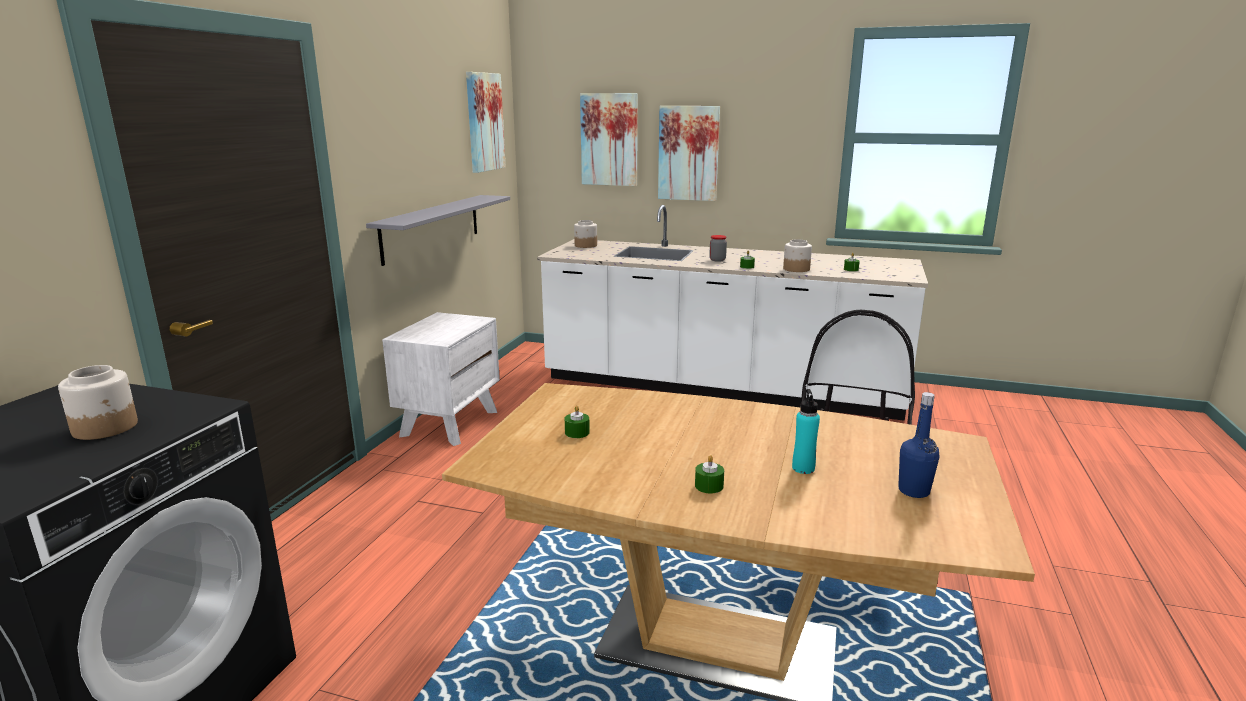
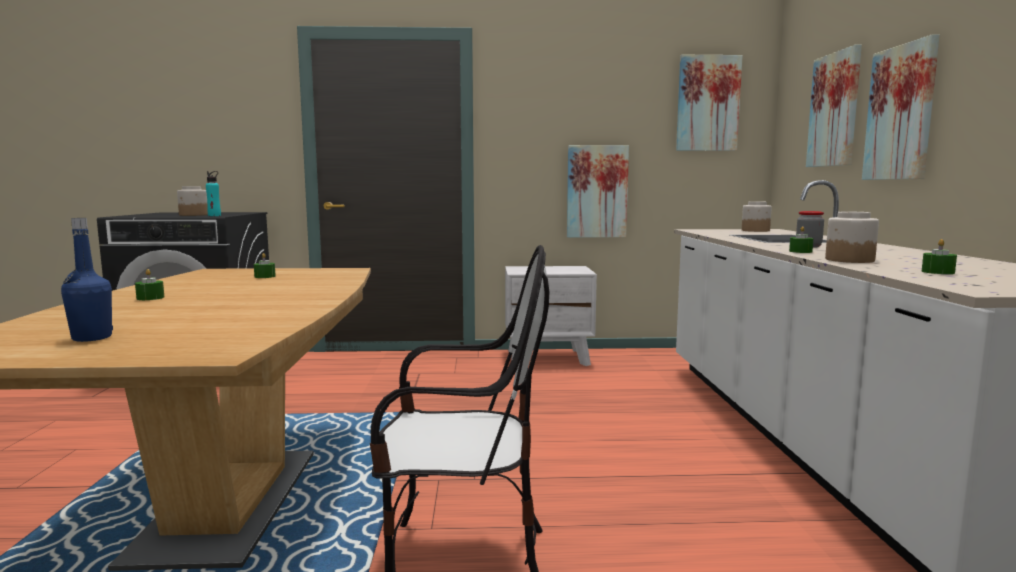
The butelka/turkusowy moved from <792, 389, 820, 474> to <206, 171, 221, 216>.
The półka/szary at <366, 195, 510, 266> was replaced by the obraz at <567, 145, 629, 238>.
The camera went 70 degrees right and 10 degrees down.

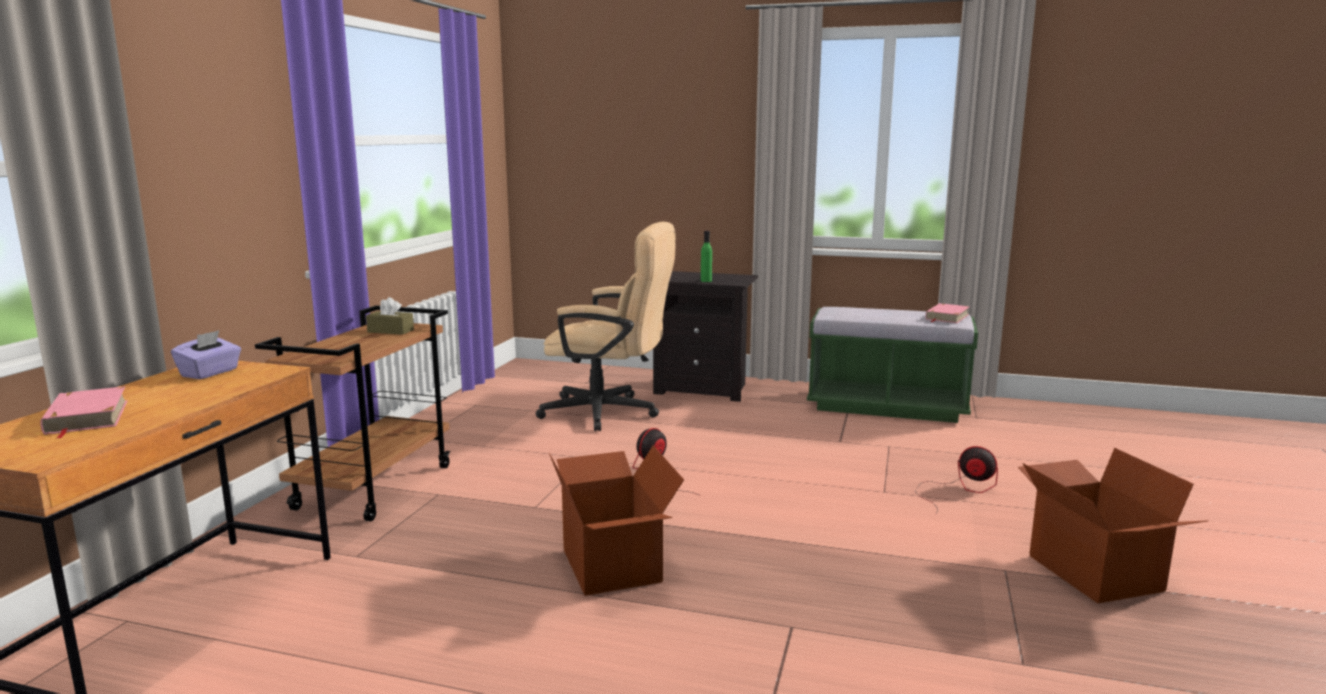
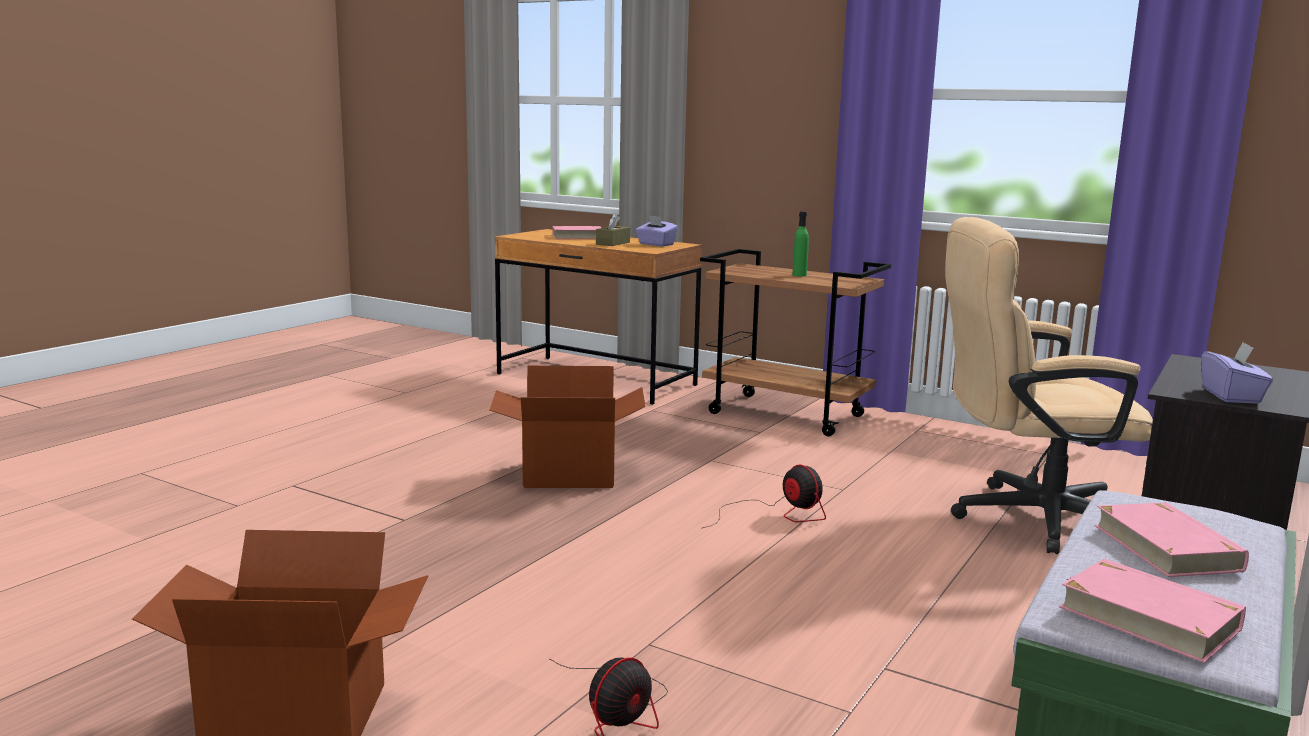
The pudełko chusteczek/brązowy moved from <366, 297, 414, 335> to <596, 213, 630, 246>.
The butelka/zielony moved from <701, 231, 712, 282> to <792, 211, 809, 277>.
The krzesło biurowe/beżowy at <536, 222, 676, 431> turned 60 degrees clockwise.
The książka/różowy at <1094, 502, 1249, 577> appeared.
The pudełko chusteczek/fioletowy at <1201, 342, 1273, 404> appeared.
The camera went 105 degrees right and 0 degrees up.

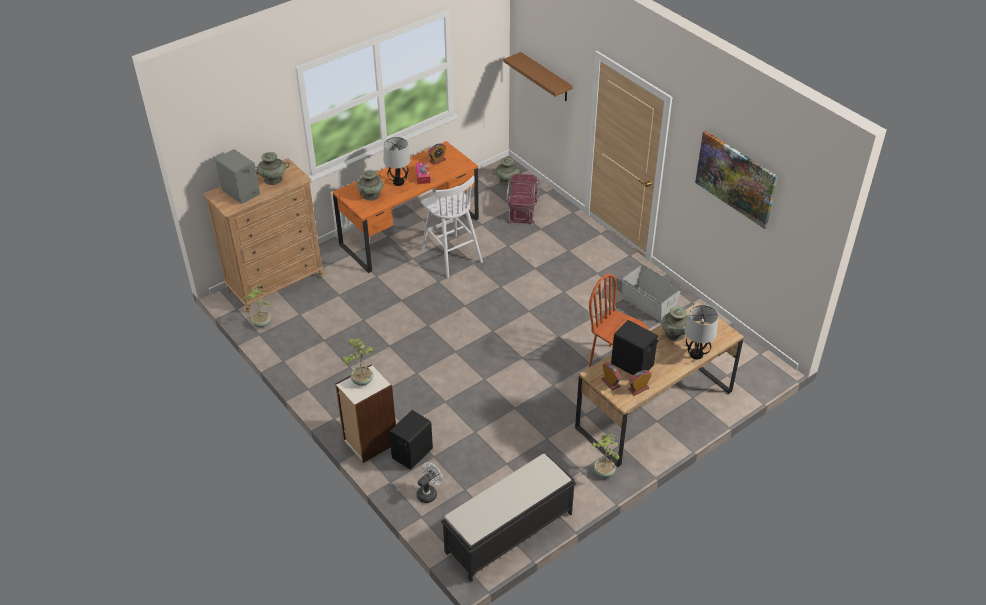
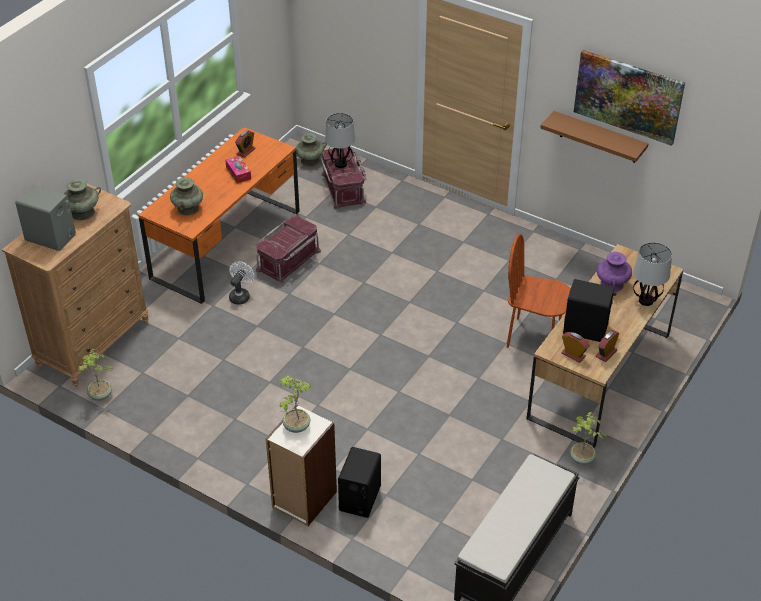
The wentylator/biały moved from <416, 462, 443, 503> to <229, 261, 254, 305>.
The stołek/biały at <421, 176, 483, 278> was replaced by the pojemnik do przechowywania/czerwony at <256, 216, 321, 284>.
The lampa stołowa moved from <384, 137, 410, 186> to <325, 113, 355, 168>.
The półka/brązowy moved from <503, 52, 573, 101> to <540, 111, 649, 163>.
The wazon/turkusowy at <661, 306, 688, 341> became the wazon/fioletowy at <597, 252, 632, 292>.
The pojemnik do przechowywania/szary at <622, 264, 681, 322> disappeared.
The camera went 20 degrees left and 0 degrees up.

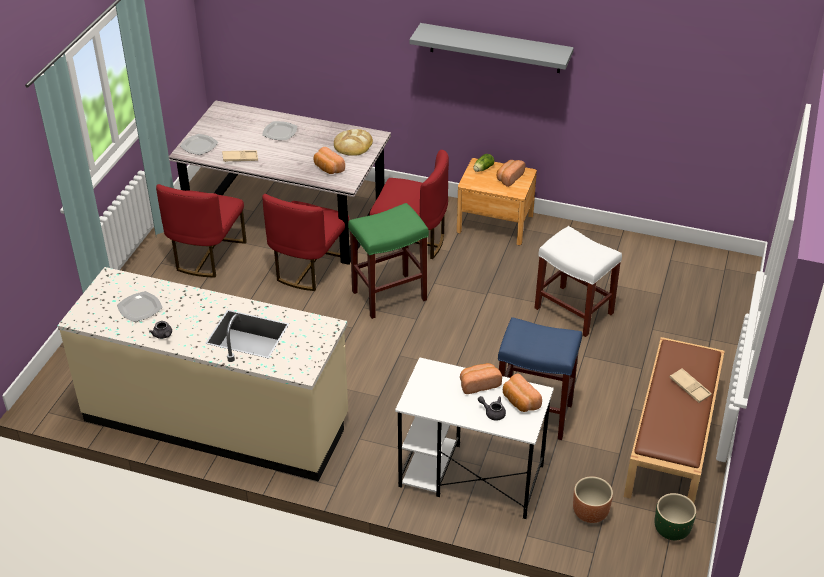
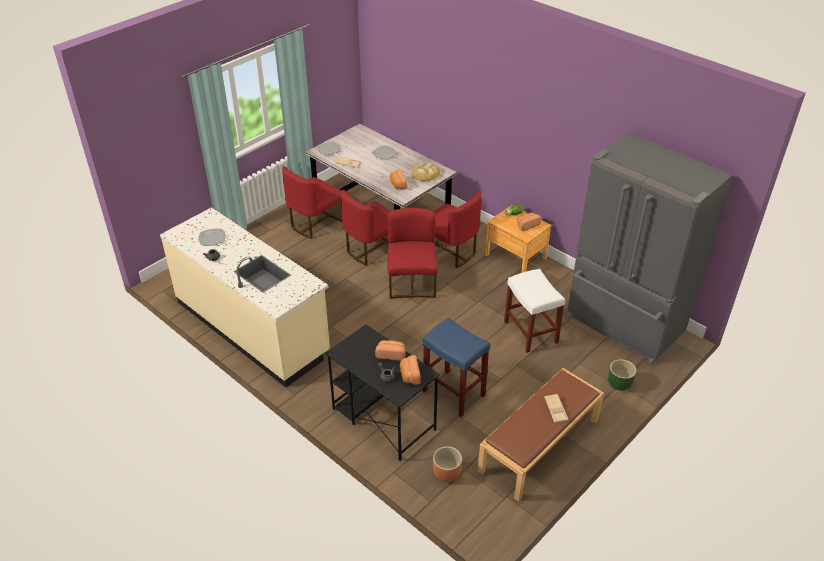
The biurko/biały at <395, 357, 554, 519> became the biurko/czarny at <325, 324, 440, 461>.
The stołek/zielony at <348, 203, 429, 319> was replaced by the krzesło/czerwony at <387, 208, 438, 299>.
The lodówka/szary at <566, 133, 732, 365> appeared.
The donica/zielony moved from <655, 493, 696, 540> to <608, 359, 636, 391>.
The półka/szary at <409, 23, 574, 73> disappeared.
The camera went 25 degrees right and 0 degrees up.

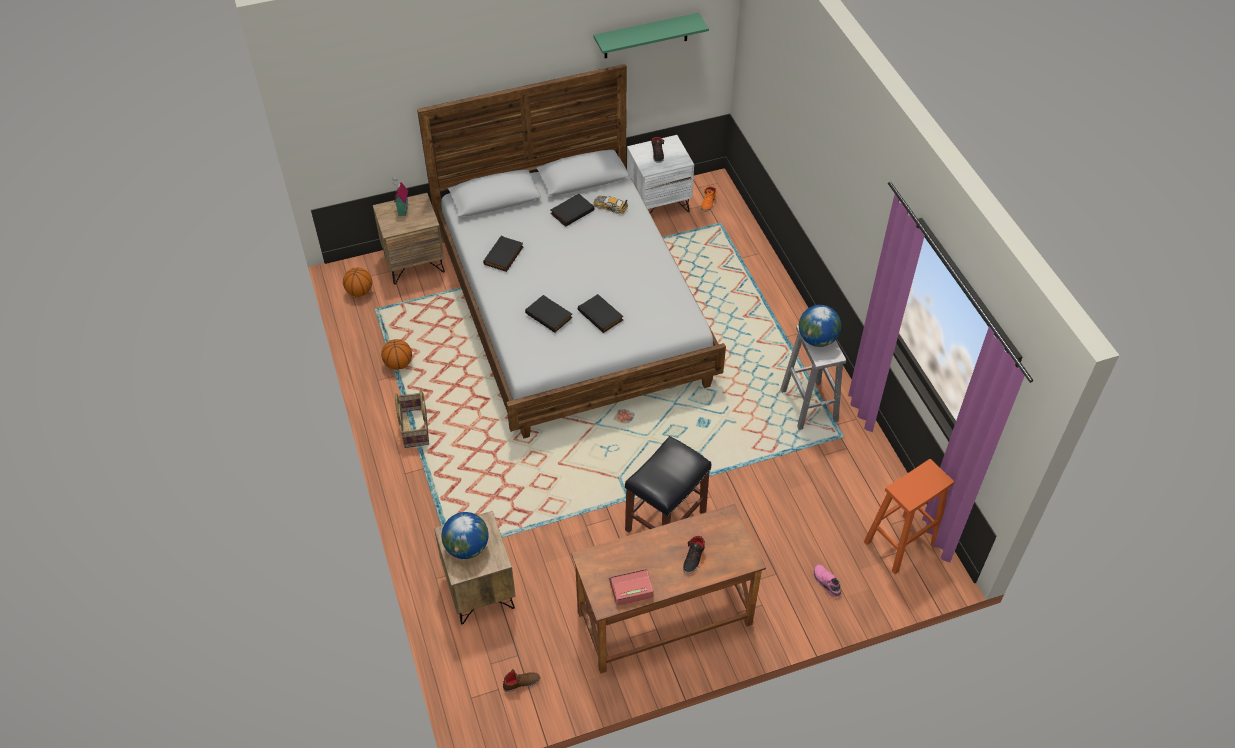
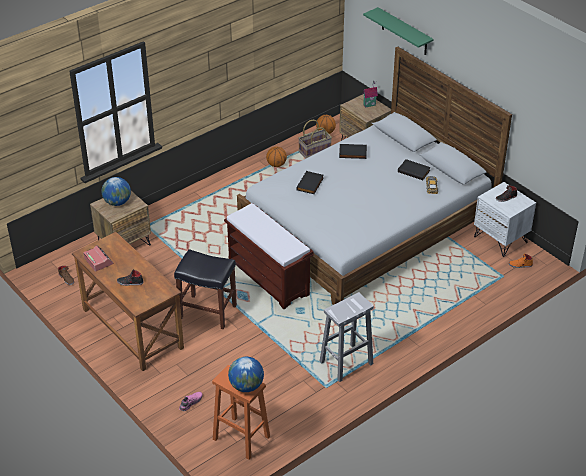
The ławka/brązowy at <224, 203, 314, 309> appeared.
The globus moved from <799, 305, 841, 347> to <228, 357, 264, 392>.
The koszyk moved from <395, 390, 429, 448> to <298, 119, 332, 159>.
The półka/zielony moved from <593, 13, 709, 58> to <363, 7, 434, 55>.
The książka/czarny at <578, 294, 623, 333> disappeared.
The camera went 70 degrees right and 10 degrees down.

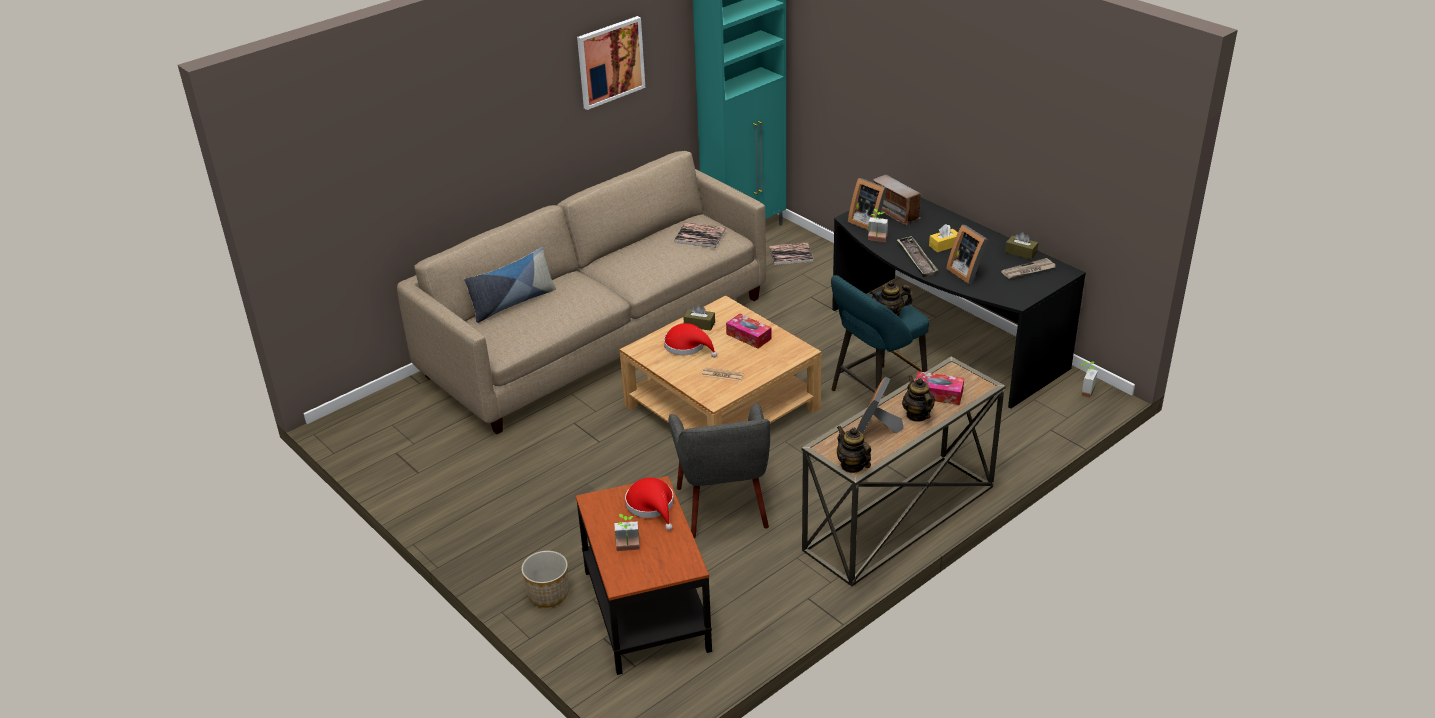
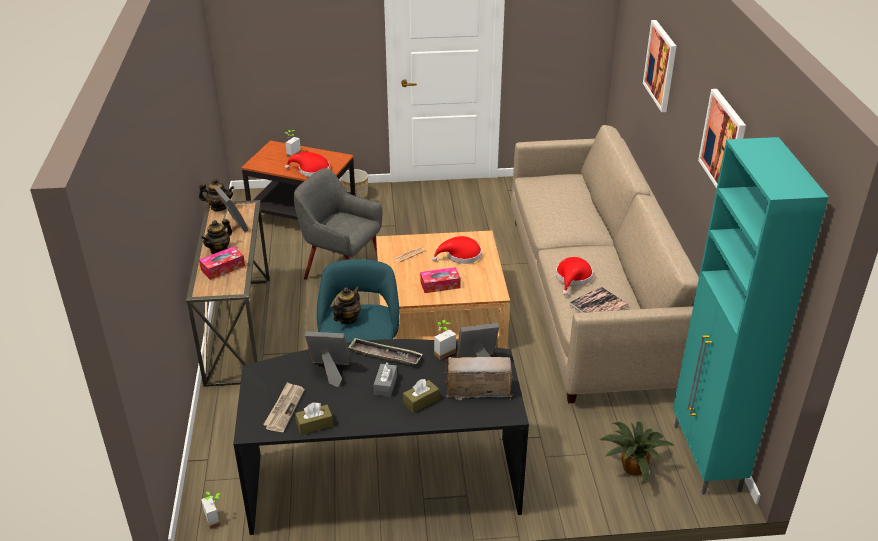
The imbryk at <902, 375, 935, 422> turned 105 degrees clockwise.
The pudełko chusteczek/żółty at <929, 224, 958, 252> became the pudełko chusteczek/szary at <374, 363, 397, 397>.
The pudełko chusteczek/brązowy moved from <683, 305, 715, 331> to <403, 379, 439, 413>.
The kapelusz/czerwony at <556, 257, 593, 296> appeared.
The książka at <769, 242, 814, 265> was replaced by the roślina doniczkowa at <600, 422, 675, 483>.
The obraz at <643, 20, 676, 112> appeared.
The poduszka at <464, 247, 556, 323> disappeared.
The camera went 125 degrees right and 0 degrees up.

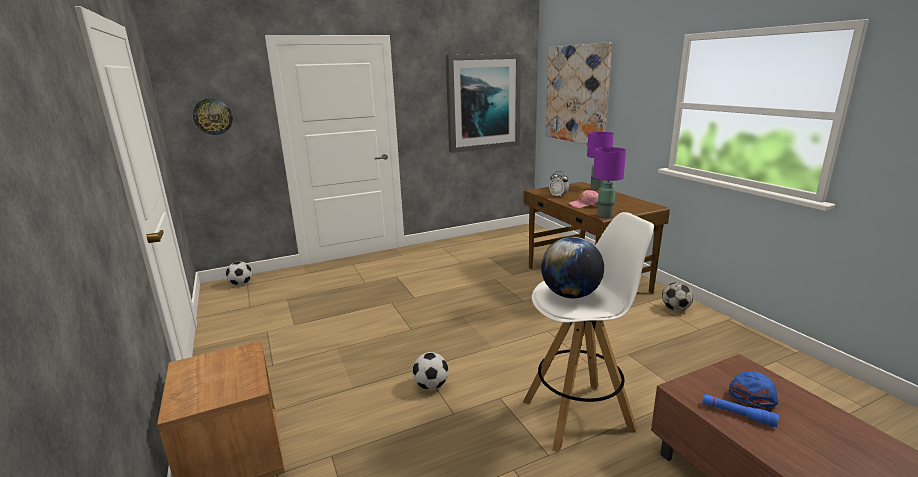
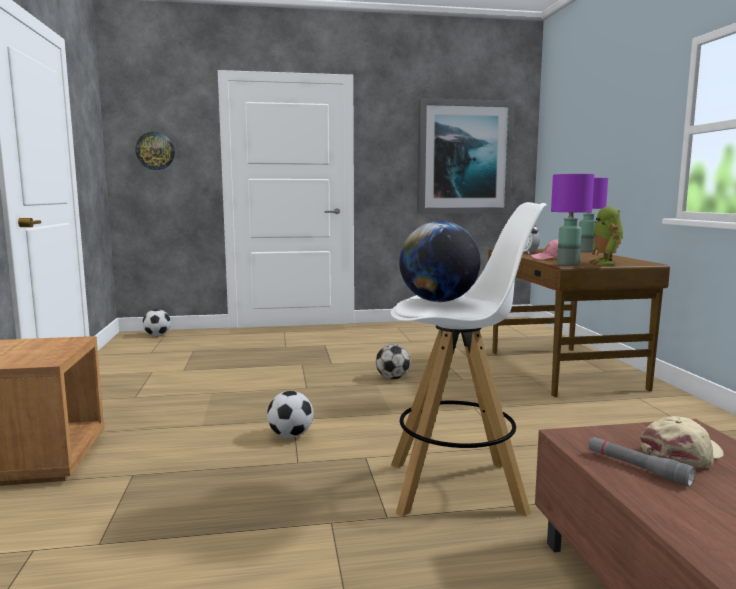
The piłka futbolowa moved from <662, 282, 693, 311> to <376, 344, 411, 379>.
The robot zabawkowy at <588, 207, 623, 265> appeared.
The latarka/niebieski at <702, 394, 779, 427> became the latarka/szary at <588, 437, 696, 487>.
The czapka z daszkiem/niebieski at <729, 371, 778, 408> became the czapka z daszkiem/beżowy at <640, 416, 724, 468>.
The obraz at <546, 42, 612, 145> disappeared.
The camera went 15 degrees right and 10 degrees down.

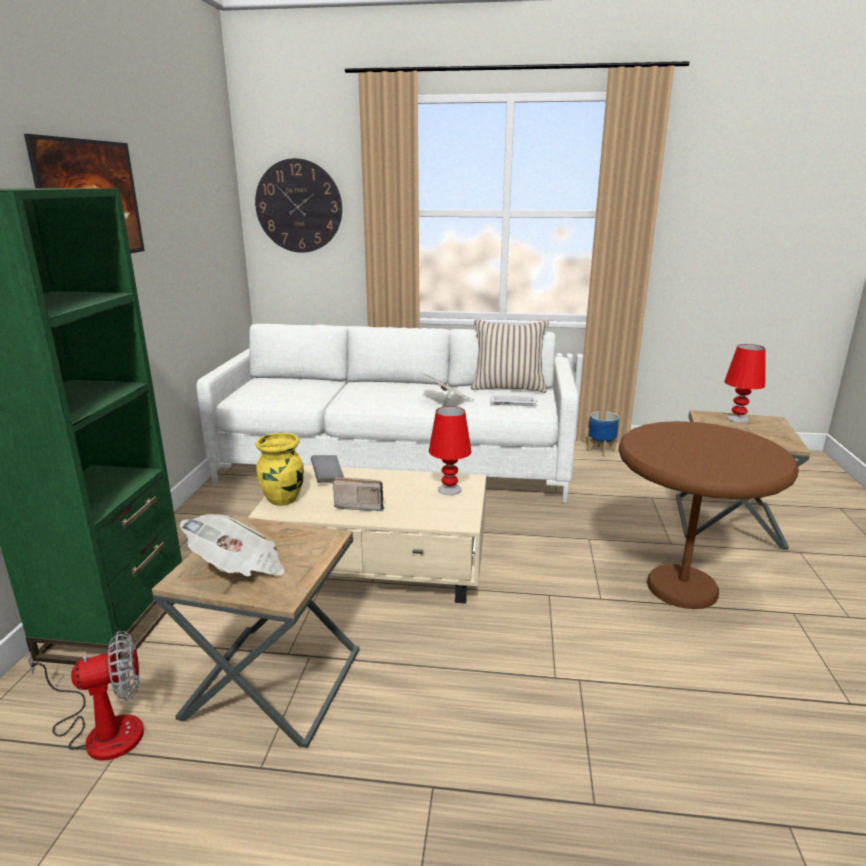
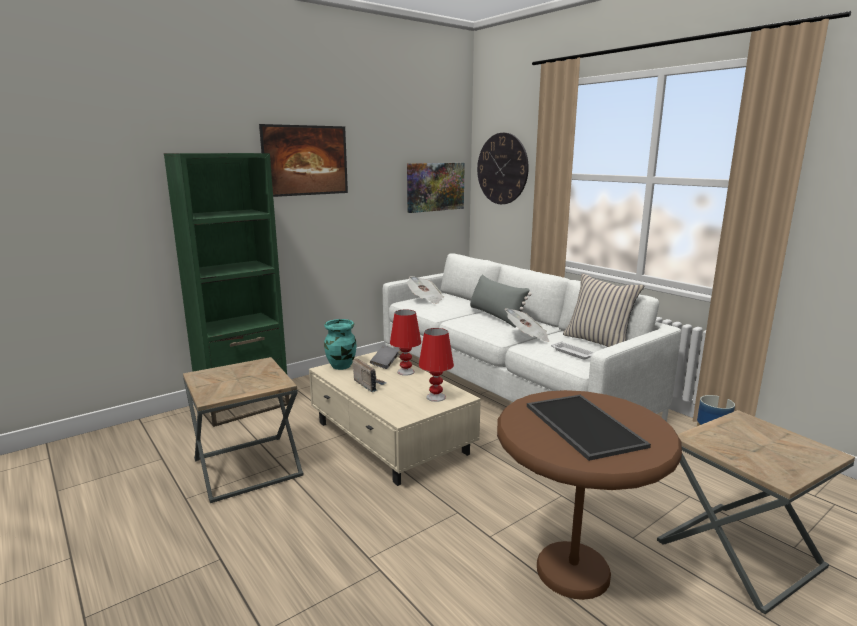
The wazon/żółty at <255, 433, 304, 506> became the wazon/turkusowy at <324, 319, 357, 370>.
The lampa stołowa/czerwony moved from <724, 344, 766, 423> to <390, 309, 421, 376>.
The obraz at <407, 163, 465, 213> appeared.
The gazeta moved from <180, 514, 285, 576> to <407, 276, 444, 304>.
The poduszka/szary at <470, 274, 532, 327> appeared.
The taca at <527, 395, 651, 461> appeared.
The wentylator at <28, 631, 144, 761> disappeared.
The camera went 45 degrees right and 5 degrees down.

